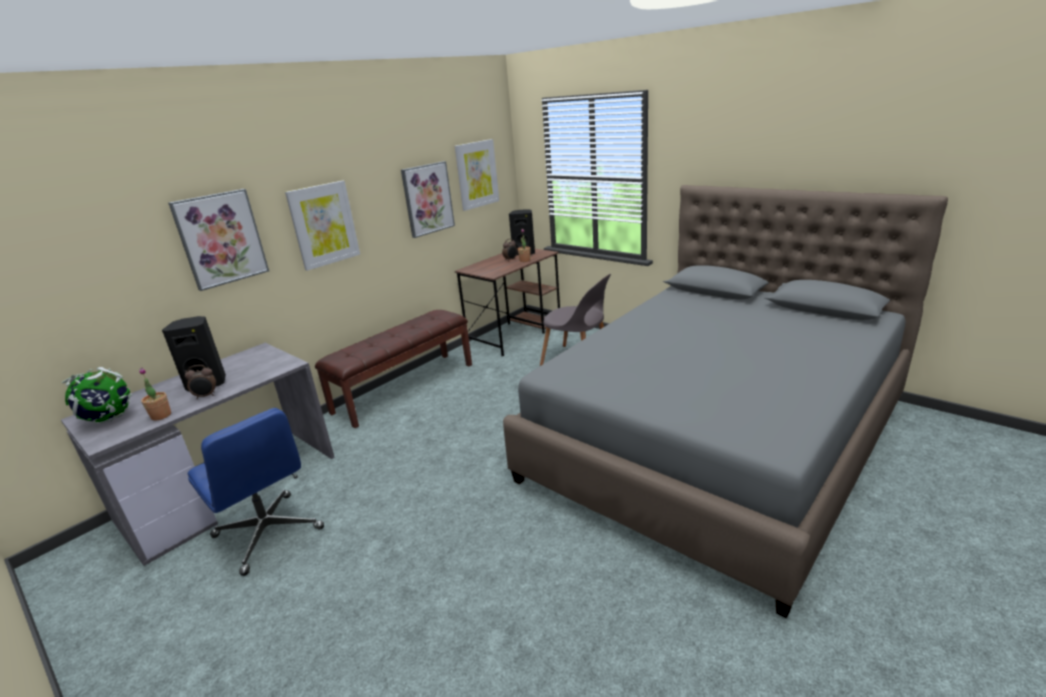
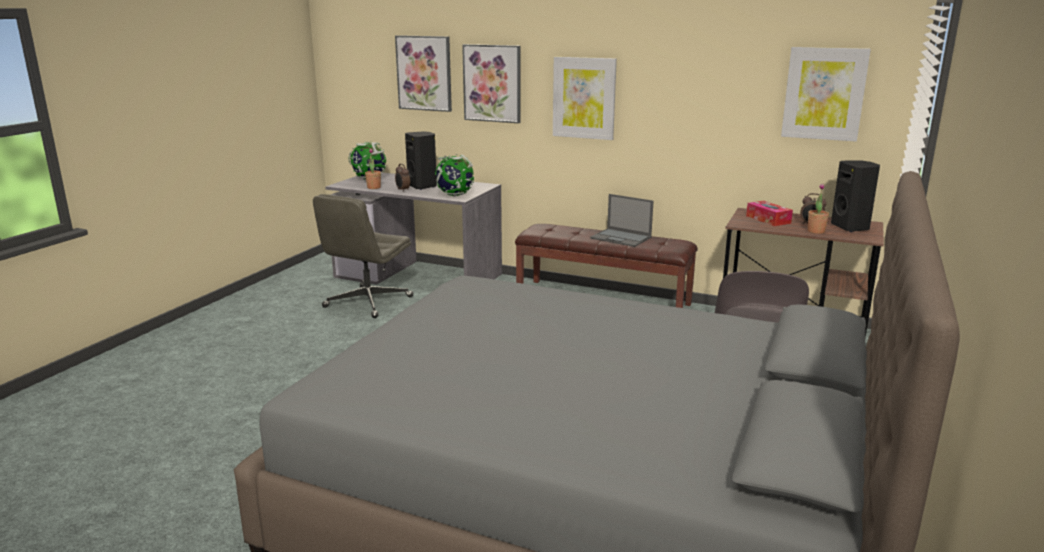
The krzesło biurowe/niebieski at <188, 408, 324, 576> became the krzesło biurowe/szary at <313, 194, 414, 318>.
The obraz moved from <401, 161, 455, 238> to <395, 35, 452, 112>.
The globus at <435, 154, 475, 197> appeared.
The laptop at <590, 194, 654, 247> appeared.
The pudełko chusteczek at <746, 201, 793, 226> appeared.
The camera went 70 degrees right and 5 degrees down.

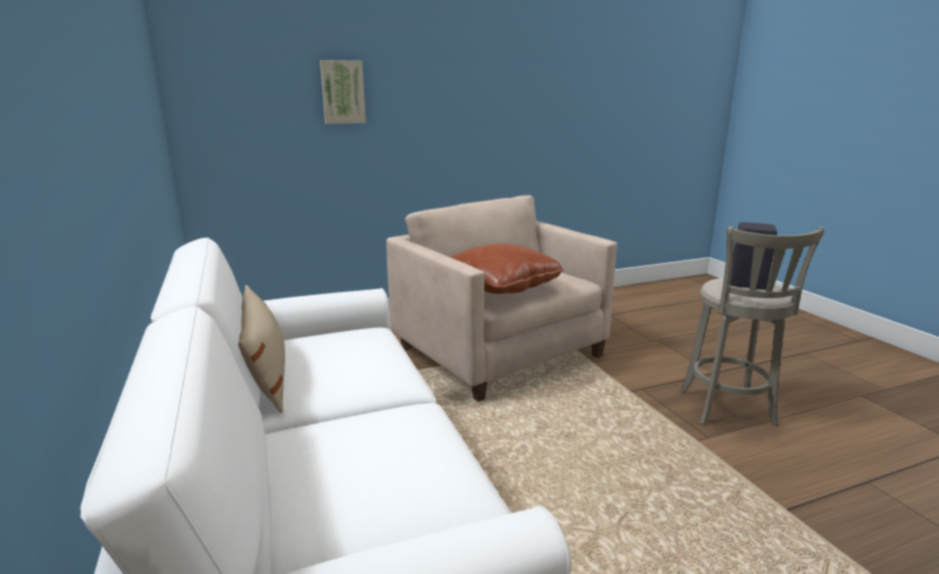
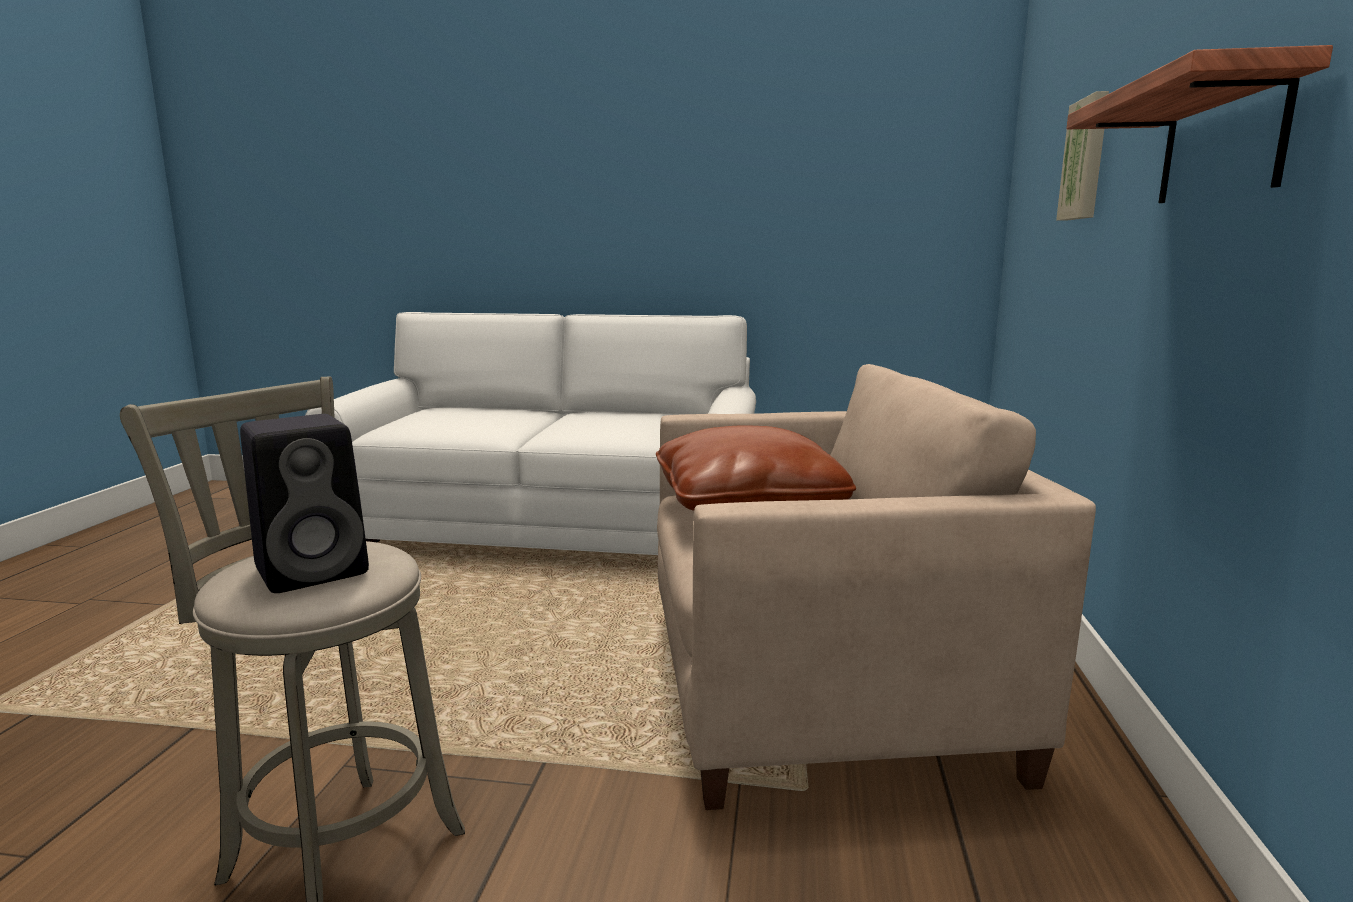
The półka at <1066, 45, 1333, 203> appeared.
The poduszka/beżowy at <238, 285, 285, 413> disappeared.
The camera went 120 degrees right and 5 degrees down.

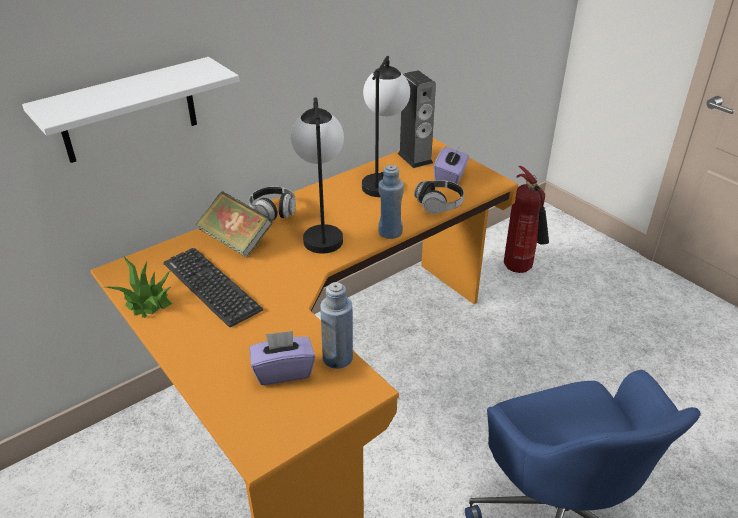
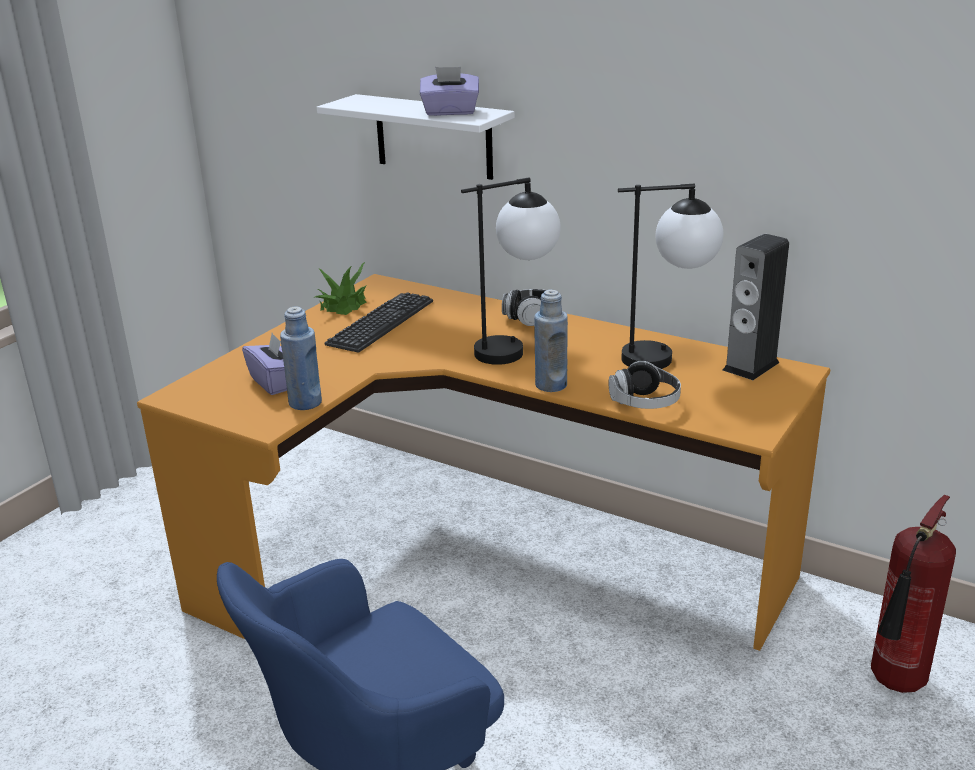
The pudełko chusteczek/fioletowy moved from <434, 146, 469, 184> to <420, 67, 479, 116>.
The książka at <195, 191, 273, 258> disappeared.
The camera went 70 degrees right and 10 degrees down.

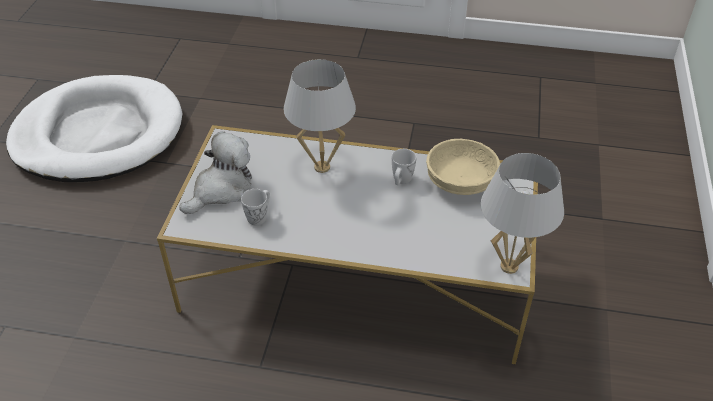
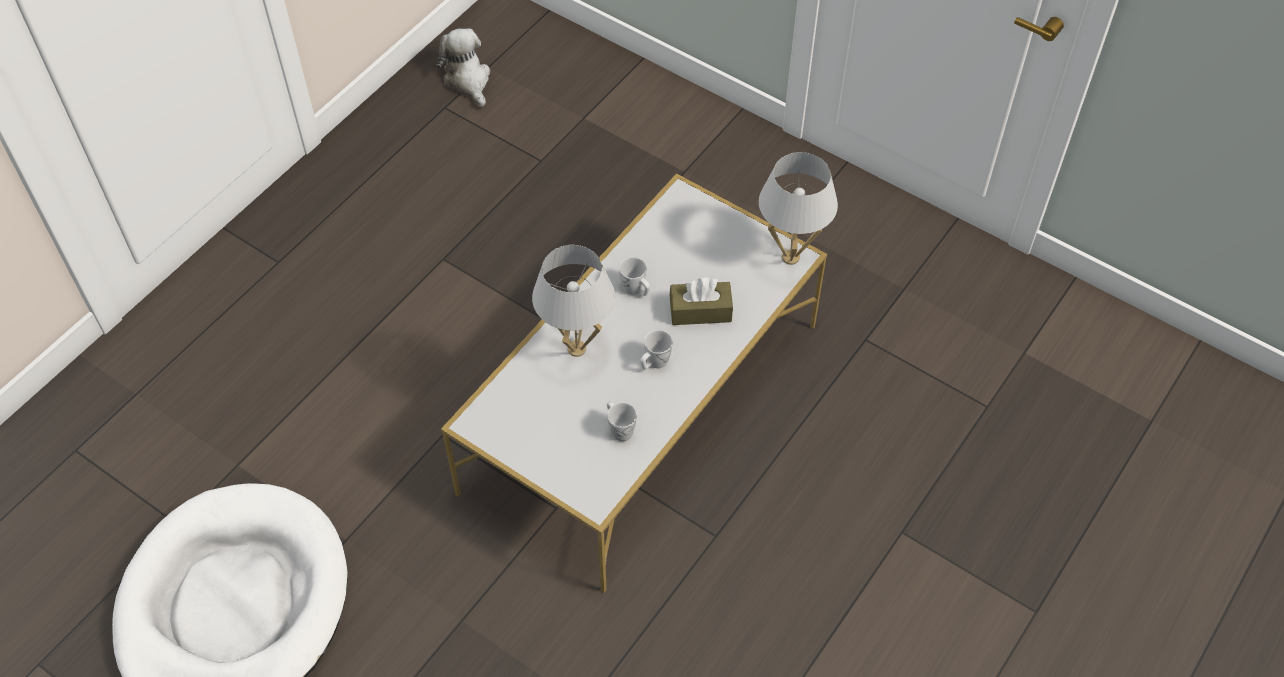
The pluszak moved from <179, 131, 252, 214> to <437, 28, 490, 108>.
The kubek/biały at <640, 330, 672, 370> appeared.
The pudełko chusteczek/brązowy at <670, 277, 733, 325> appeared.
The miska/beżowy at <426, 139, 500, 195> disappeared.
The camera went 65 degrees left and 10 degrees up.

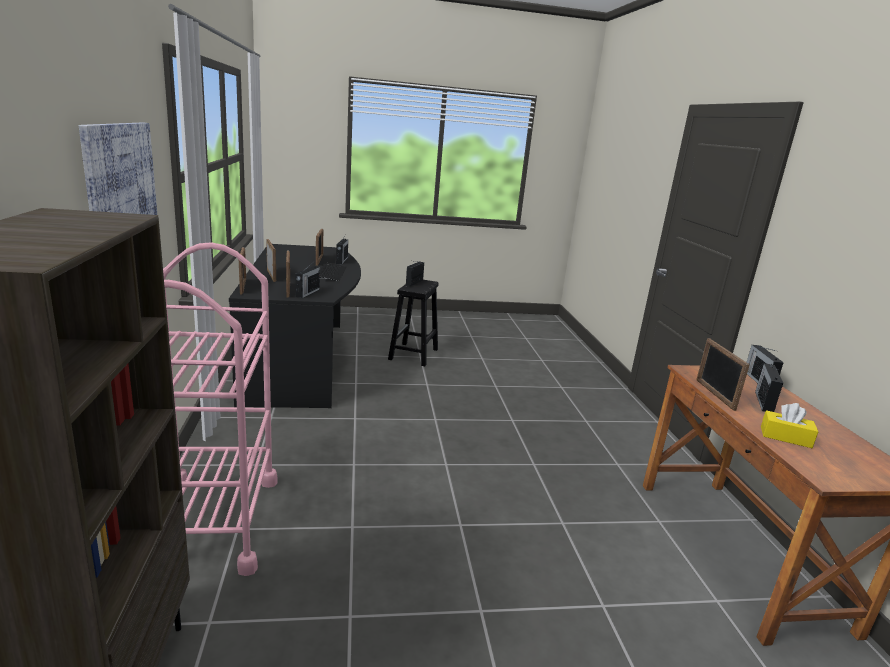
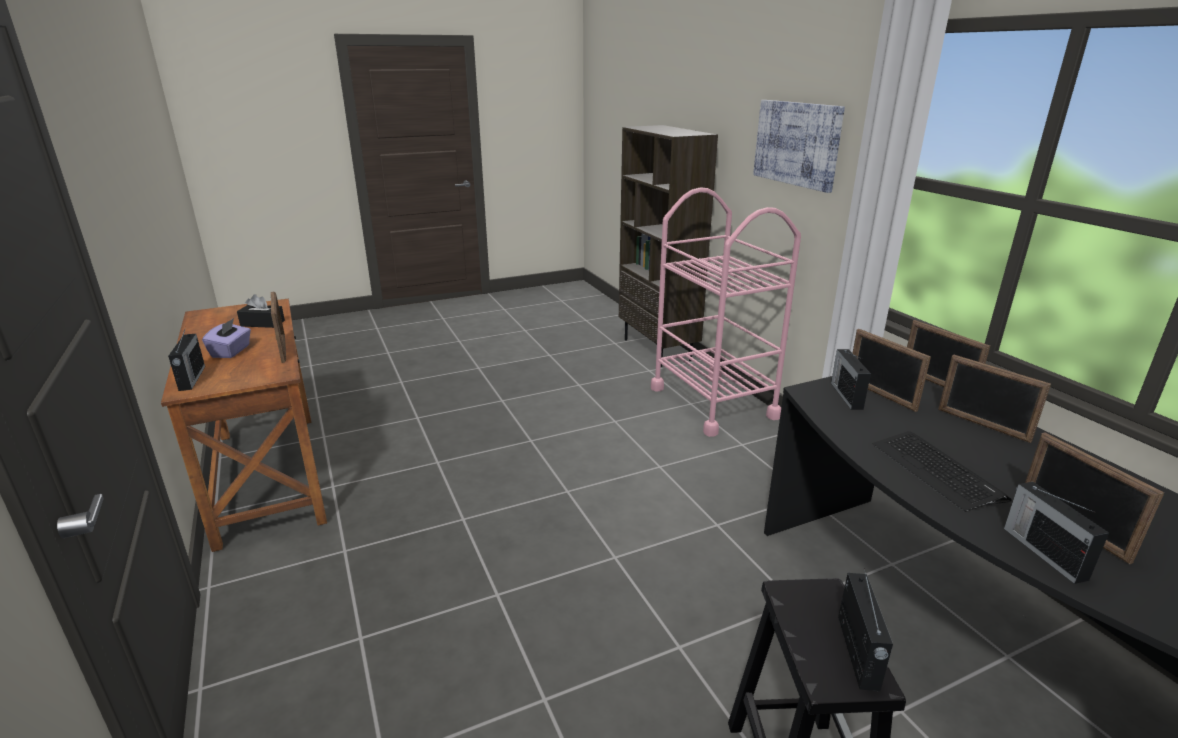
The radio at <755, 363, 783, 412> was replaced by the pudełko chusteczek/fioletowy at <202, 318, 251, 358>.
The pudełko chusteczek/żółty at <761, 403, 819, 448> became the pudełko chusteczek/czarny at <237, 294, 285, 328>.
The camera went 165 degrees right and 5 degrees up.

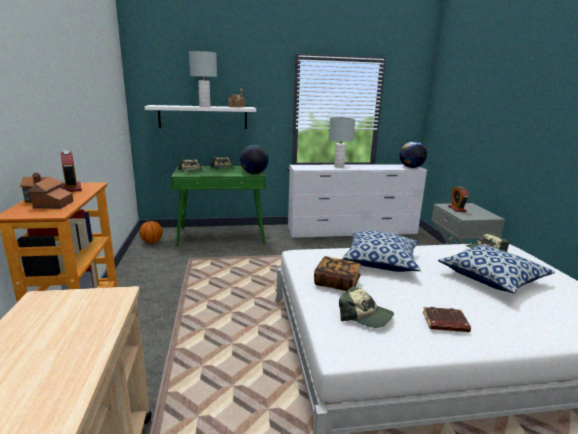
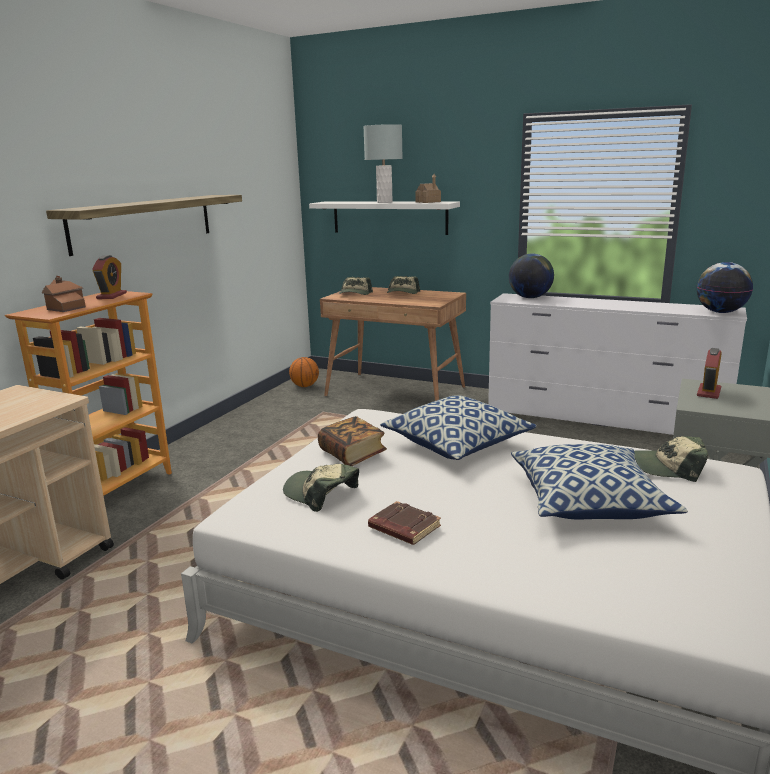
The półka at <46, 195, 242, 256> appeared.
The czapka z daszkiem at <339, 286, 394, 328> turned 150 degrees clockwise.
The biurko/zielony at <171, 166, 266, 247> became the biurko/brązowy at <320, 287, 466, 401>.
The globus moved from <240, 145, 269, 174> to <509, 254, 554, 298>.
The lampa stołowa/szary at <329, 117, 355, 168> disappeared.
The camera went 35 degrees right and 0 degrees up.

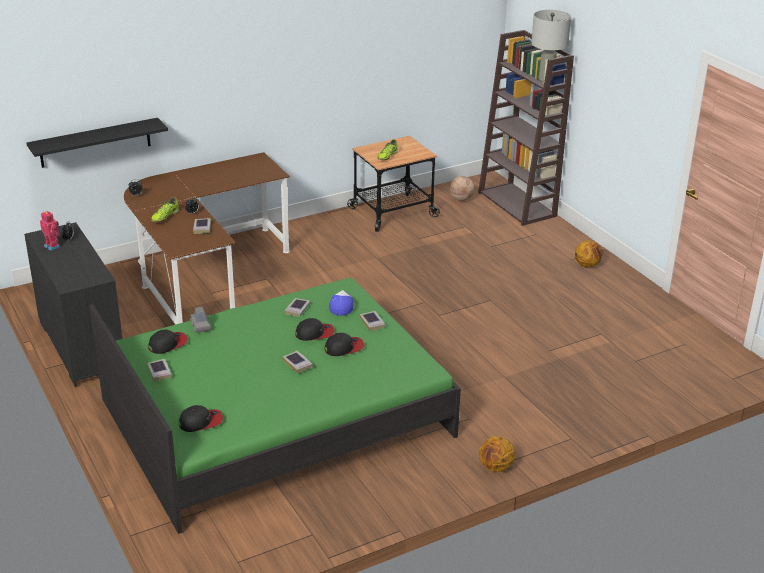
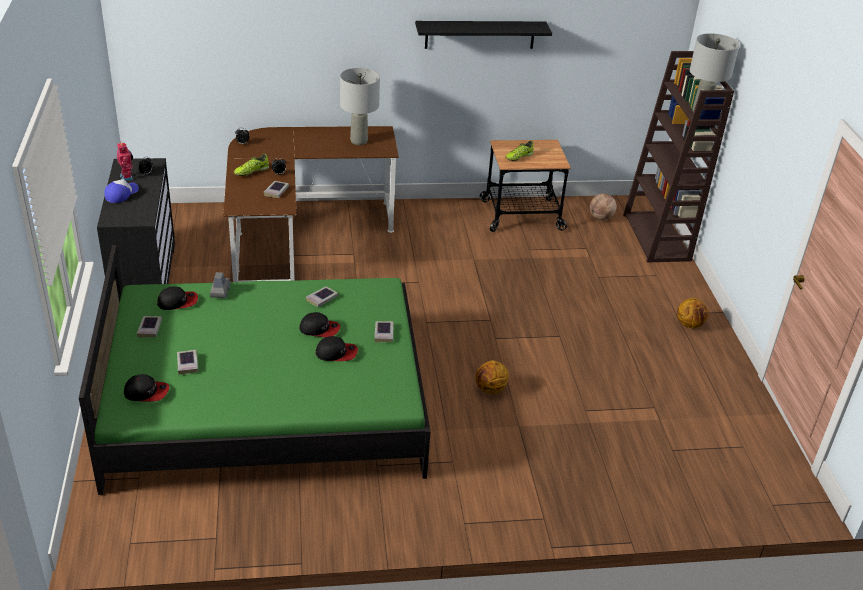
The czapka z daszkiem moved from <329, 290, 353, 316> to <104, 179, 139, 203>.
The książka moved from <282, 351, 313, 374> to <177, 350, 198, 375>.
The lampa stołowa/szary at <340, 68, 380, 145> appeared.
The półka/czarny moved from <27, 118, 168, 168> to <415, 21, 552, 49>.
The piłka do koszykówki moved from <479, 436, 515, 472> to <475, 360, 509, 394>.
The camera went 20 degrees right and 5 degrees up.

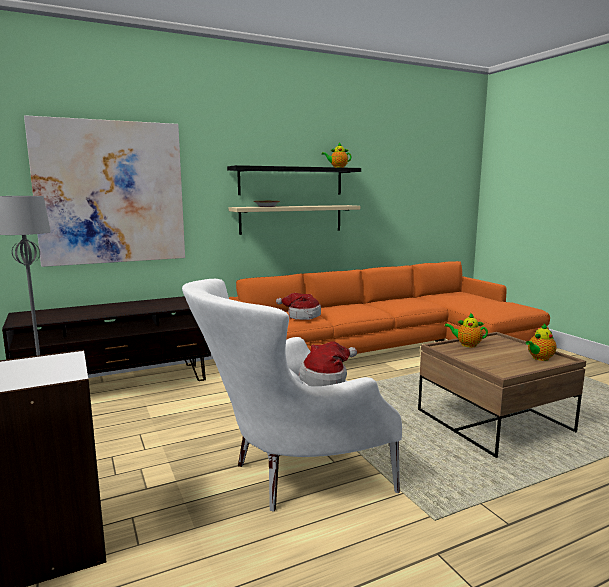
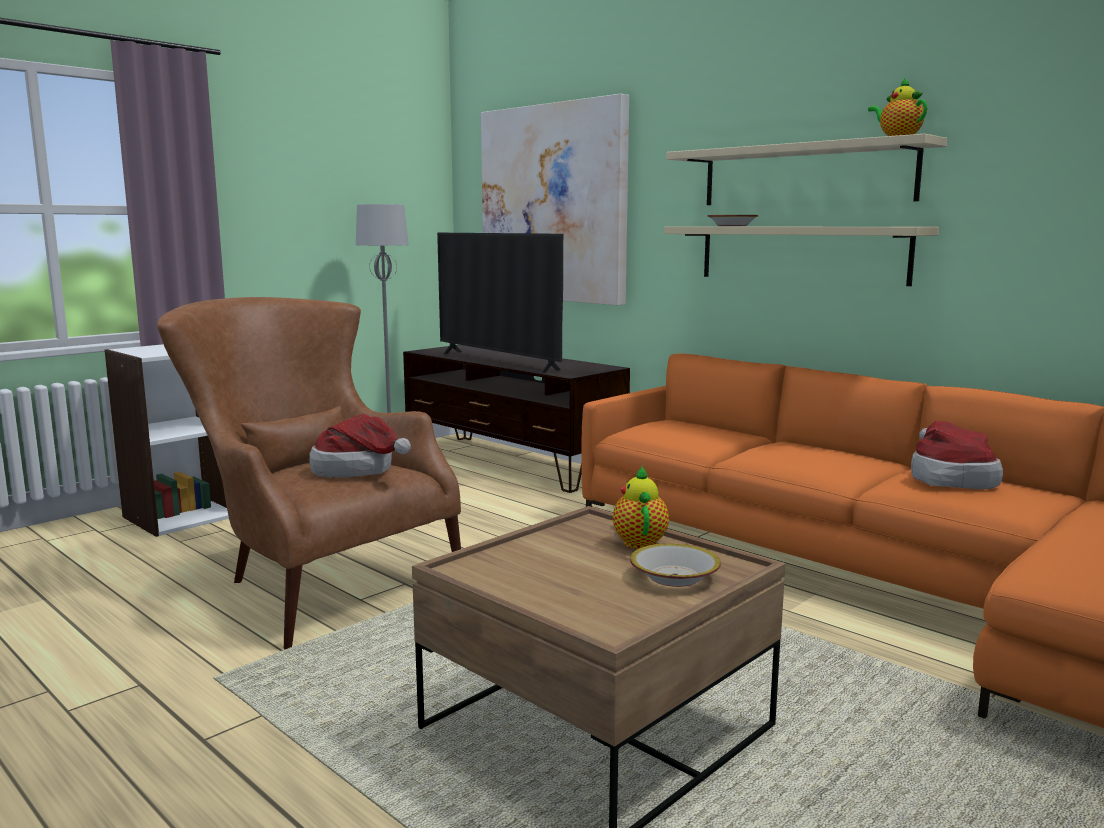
The fotel/biały at <182, 279, 402, 511> became the fotel/brązowy at <157, 297, 461, 649>.
The telewizor at <437, 233, 563, 373> appeared.
The miska at <630, 543, 721, 587> appeared.
The półka/czarny at <227, 165, 361, 195> became the półka/beżowy at <666, 134, 947, 205>.
The kapelusz moved from <276, 293, 321, 320> to <911, 421, 1003, 489>.
The imbryk at <526, 324, 557, 361> disappeared.
The camera went 70 degrees right and 0 degrees up.

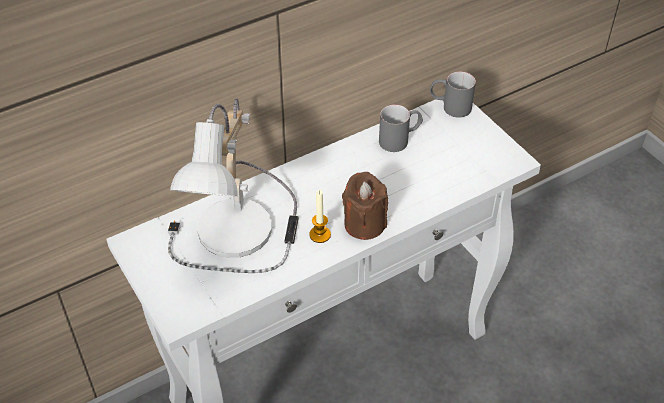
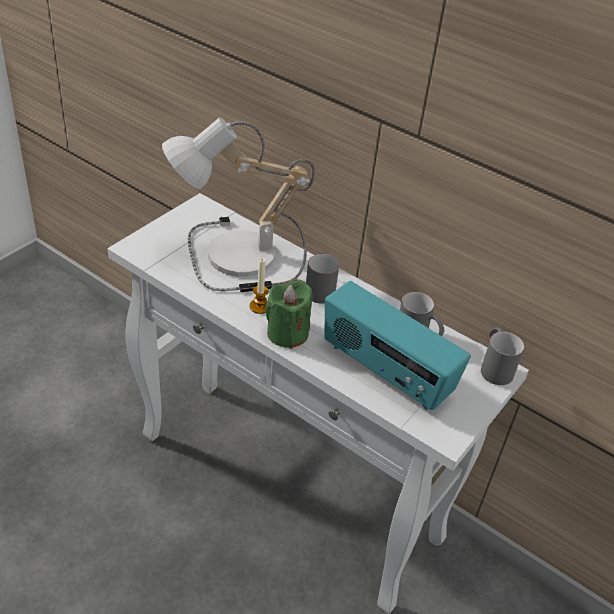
The świeca/brązowy at <342, 172, 388, 240> became the świeca/zielony at <266, 279, 312, 349>.
The kubek/szary at <306, 251, 339, 304> appeared.
The radio at <324, 281, 471, 410> appeared.
The camera went 65 degrees right and 5 degrees down.

